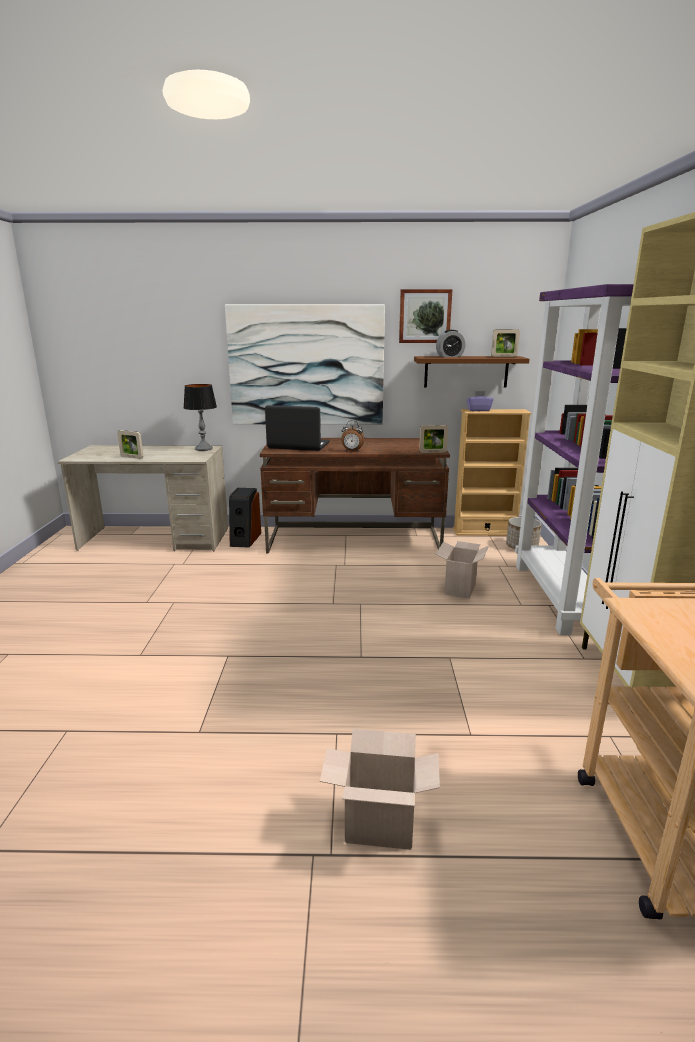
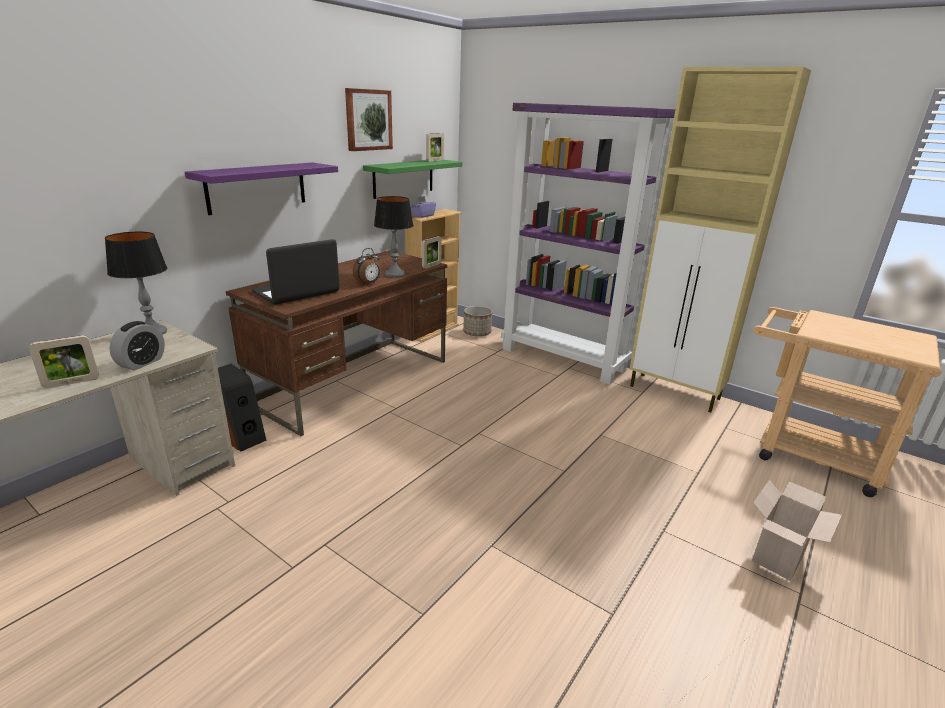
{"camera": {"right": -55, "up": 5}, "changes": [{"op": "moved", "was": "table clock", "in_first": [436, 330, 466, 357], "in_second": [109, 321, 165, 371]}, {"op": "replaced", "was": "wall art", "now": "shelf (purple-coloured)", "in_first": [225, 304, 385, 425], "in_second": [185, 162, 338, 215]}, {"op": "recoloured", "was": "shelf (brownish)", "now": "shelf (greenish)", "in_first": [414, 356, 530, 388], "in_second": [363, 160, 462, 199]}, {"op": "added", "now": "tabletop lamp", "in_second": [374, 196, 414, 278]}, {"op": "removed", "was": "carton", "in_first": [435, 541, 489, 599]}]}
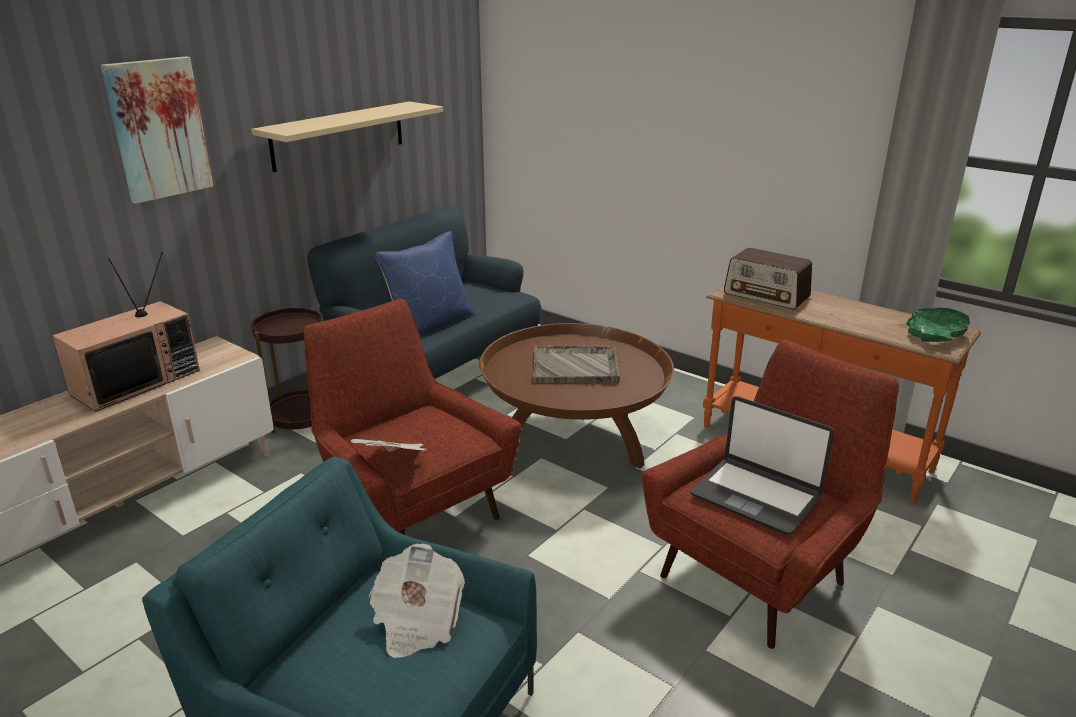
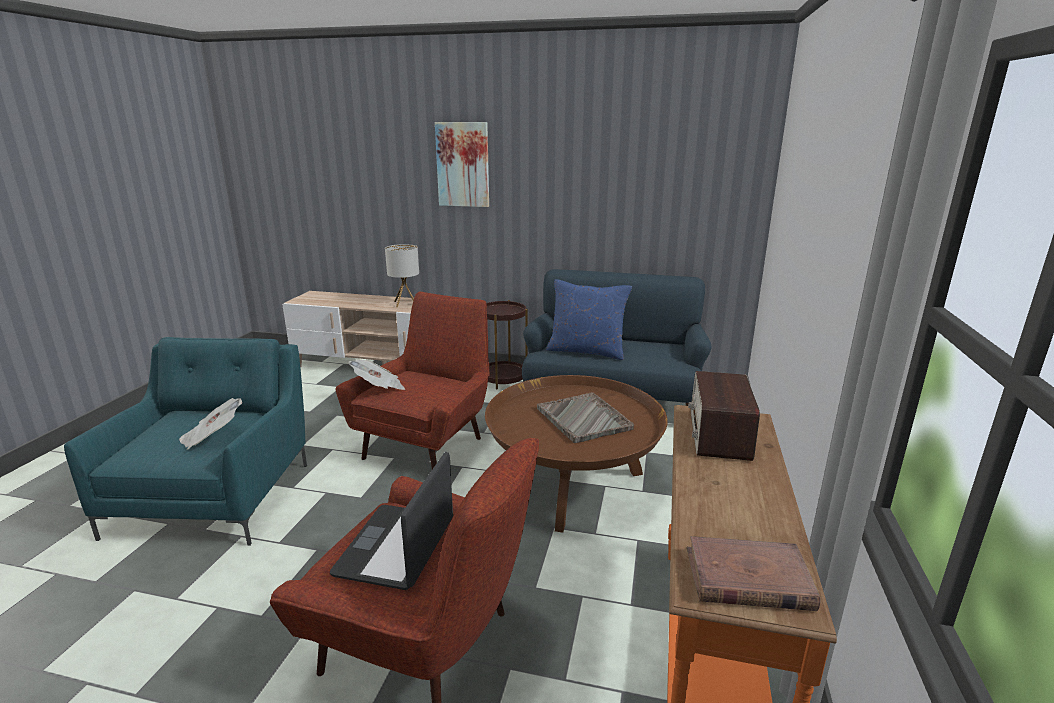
{"camera": {"right": 65, "up": -5}, "changes": [{"op": "replaced", "was": "TV", "now": "tabletop lamp", "in_first": [52, 252, 200, 412], "in_second": [385, 244, 419, 307]}, {"op": "replaced", "was": "bowl (greenish)", "now": "volume (brownish)", "in_first": [906, 308, 970, 342], "in_second": [687, 536, 820, 611]}, {"op": "removed", "was": "shelf (sand-coloured)", "in_first": [251, 101, 443, 172]}]}
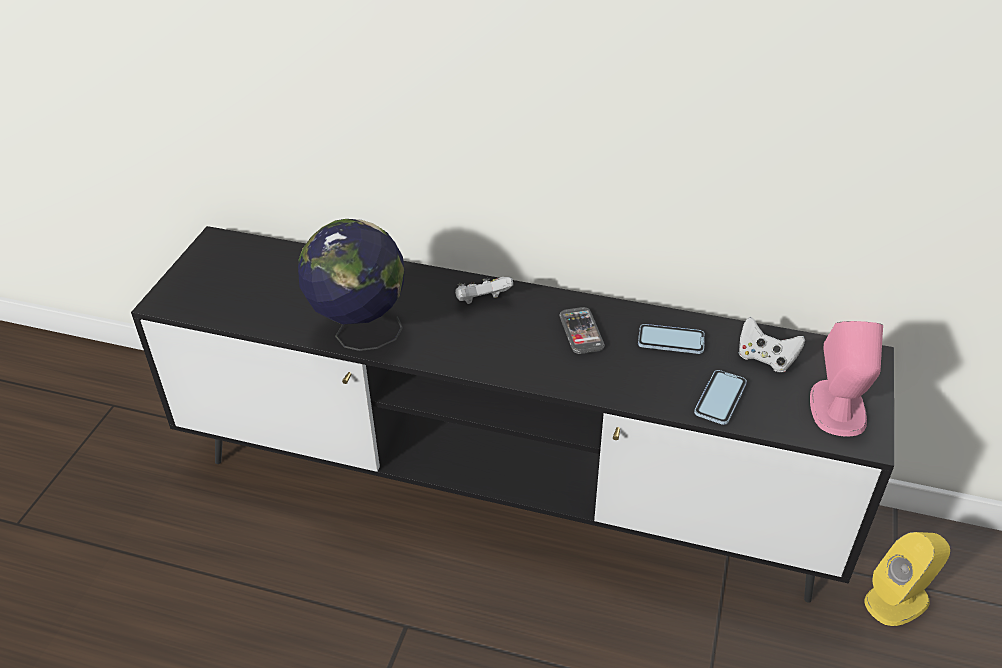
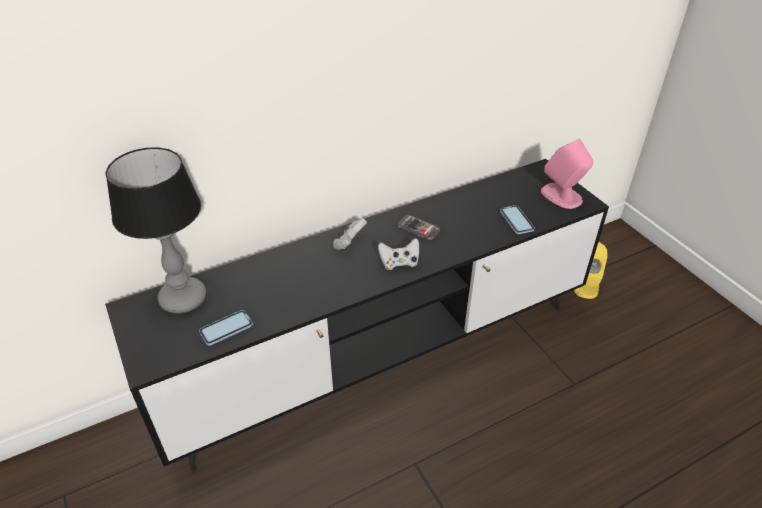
{"camera": {"right": -45, "up": 0}, "changes": [{"op": "added", "now": "tabletop lamp", "in_second": [105, 147, 206, 313]}, {"op": "moved", "was": "handset", "in_first": [638, 324, 705, 354], "in_second": [199, 310, 253, 346]}, {"op": "moved", "was": "game controller (white-coloured)", "in_first": [738, 316, 805, 372], "in_second": [378, 238, 419, 270]}, {"op": "removed", "was": "globe", "in_first": [298, 219, 404, 351]}]}
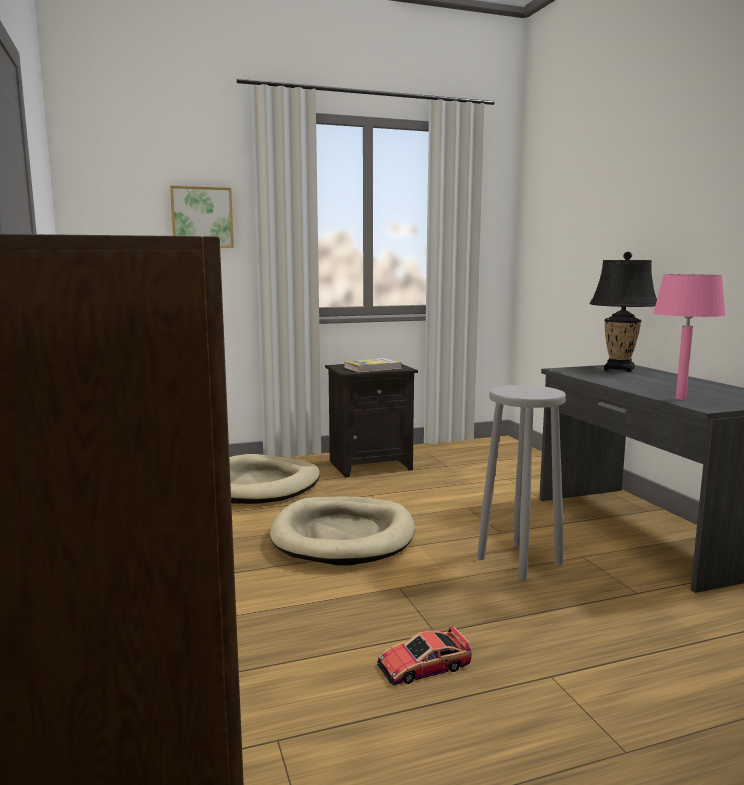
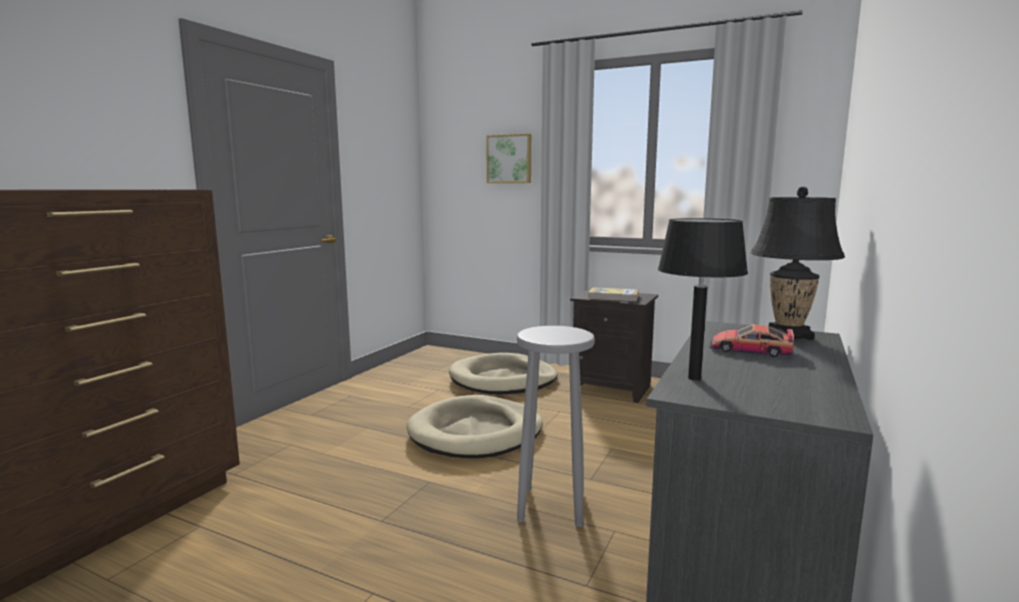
{"camera": {"right": 45, "up": 0}, "changes": [{"op": "recoloured", "was": "tabletop lamp (pink)", "now": "tabletop lamp (black-coloured)", "in_first": [653, 274, 726, 400], "in_second": [658, 218, 748, 381]}, {"op": "moved", "was": "toy car", "in_first": [377, 627, 472, 685], "in_second": [709, 324, 794, 357]}]}
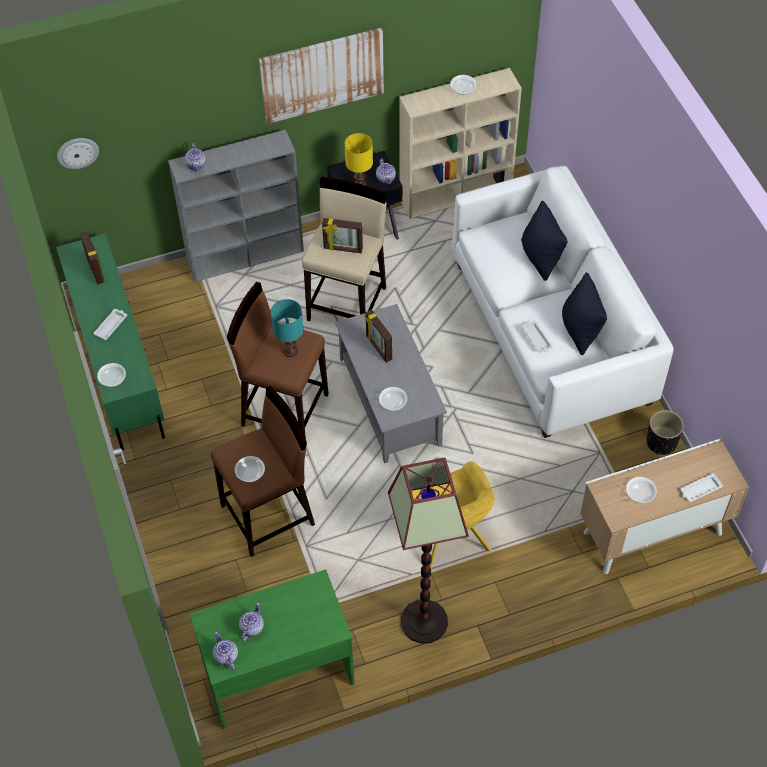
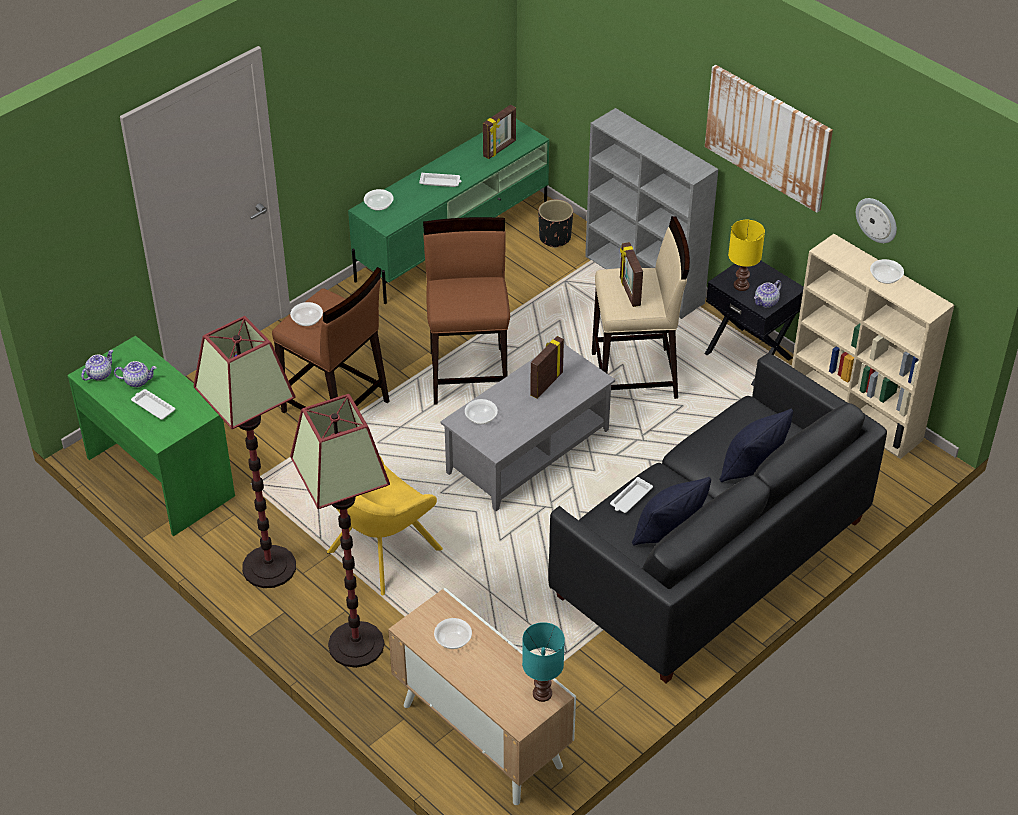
{"camera": {"right": 65, "up": -10}, "changes": [{"op": "moved", "was": "carrying tray (white-coloured)", "in_first": [680, 473, 723, 502], "in_second": [131, 389, 175, 420]}, {"op": "added", "now": "standard lamp", "in_second": [290, 394, 390, 668]}, {"op": "moved", "was": "tabletop lamp (turquoise-coloured)", "in_first": [271, 299, 303, 357], "in_second": [522, 622, 565, 702]}, {"op": "moved", "was": "plant pot (black-coloured)", "in_first": [646, 410, 684, 455], "in_second": [538, 200, 573, 248]}, {"op": "recoloured", "was": "sofa (white-coloured)", "now": "sofa (black-coloured)", "in_first": [452, 166, 673, 438], "in_second": [548, 354, 887, 683]}, {"op": "moved", "was": "wall clock", "in_first": [57, 138, 99, 169], "in_second": [856, 198, 897, 243]}, {"op": "removed", "was": "pot for tea", "in_first": [185, 143, 206, 172]}]}
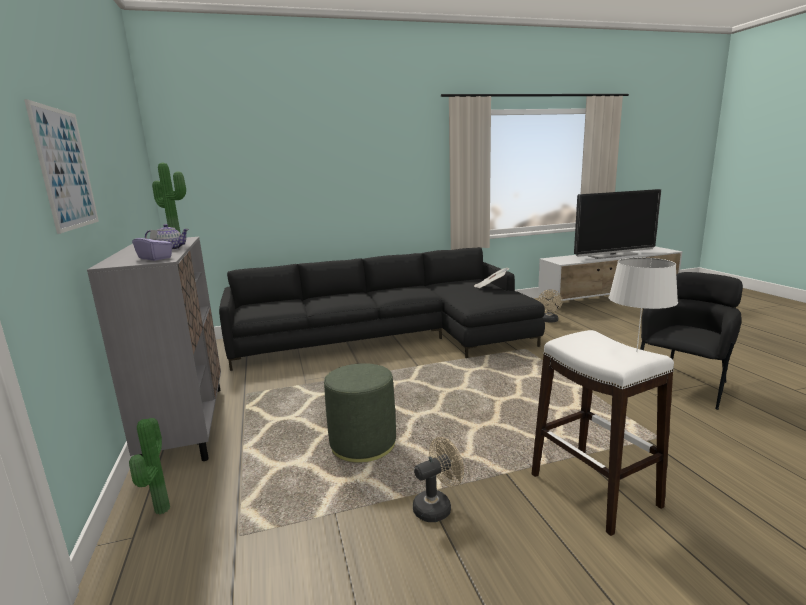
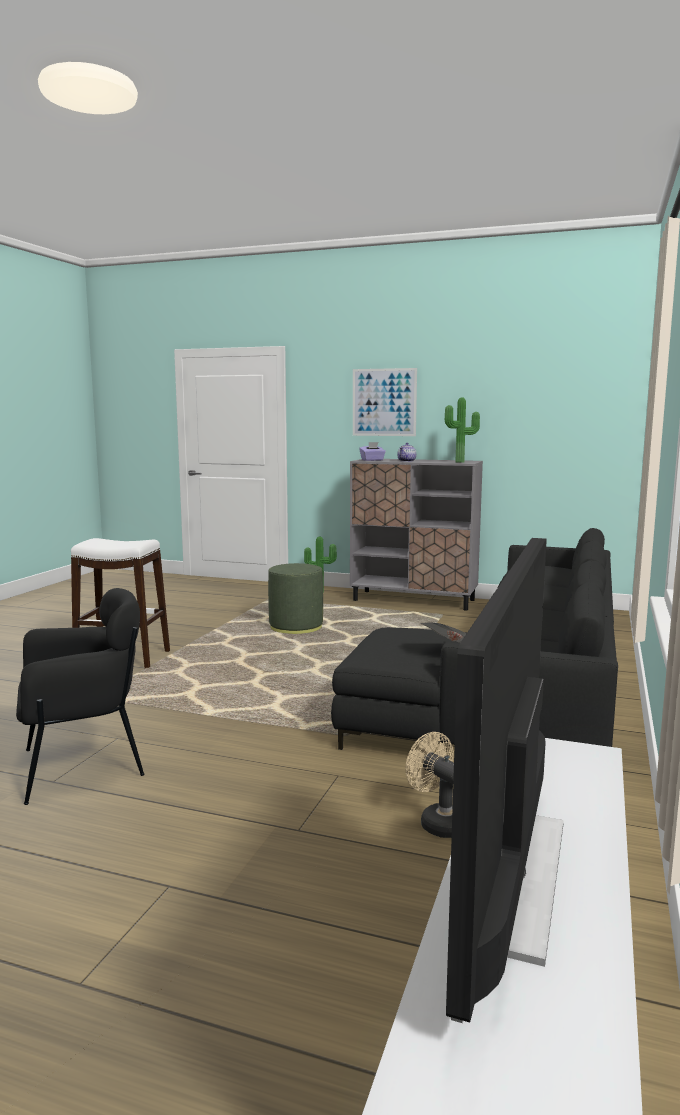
{"camera": {"right": 125, "up": -5}, "changes": [{"op": "turned", "was": "armchair (black-coloured)", "in_first": [640, 272, 743, 410], "in_second": [16, 588, 144, 805], "clockwise": -105}, {"op": "removed", "was": "fan (sand-coloured)", "in_first": [413, 437, 464, 522]}, {"op": "removed", "was": "tabletop lamp (white-coloured)", "in_first": [609, 258, 678, 351]}]}
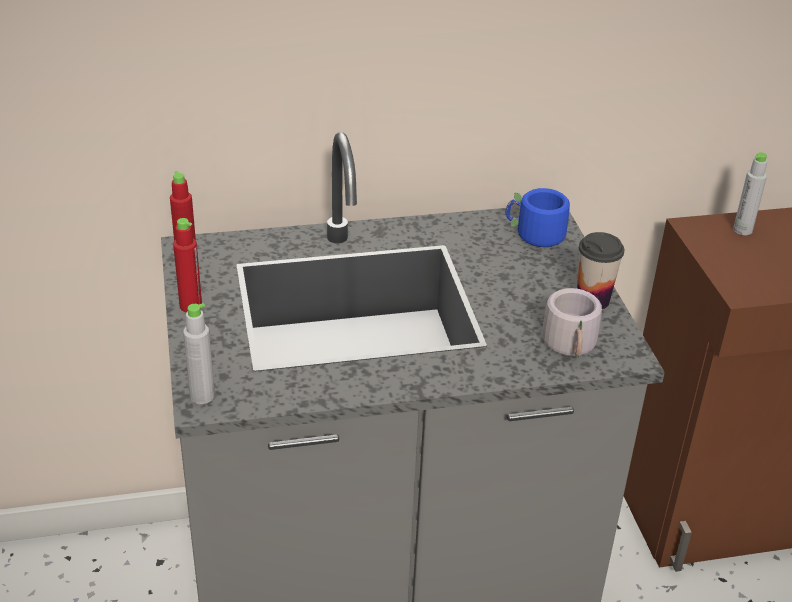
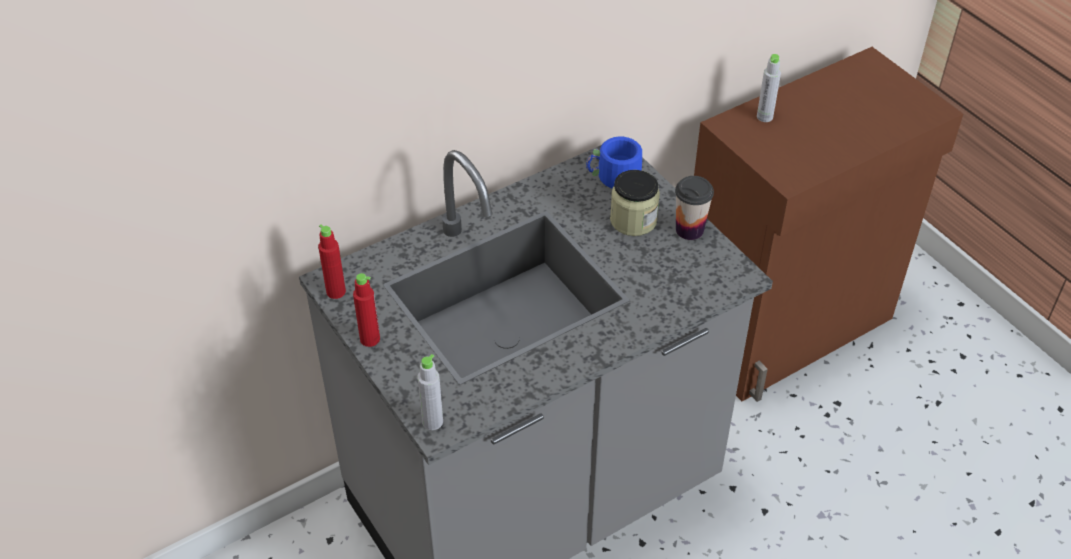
{"camera": {"right": -20, "up": 10}, "changes": [{"op": "added", "now": "storage jar", "in_second": [610, 170, 660, 236]}, {"op": "removed", "was": "tea mug (greyish)", "in_first": [542, 288, 602, 358]}]}
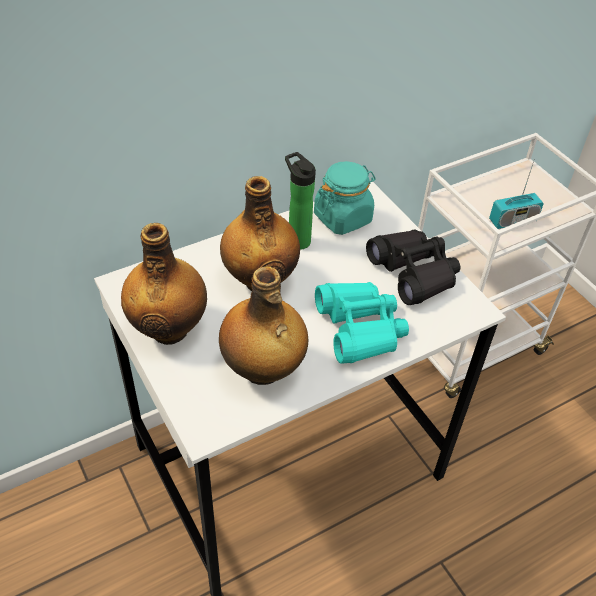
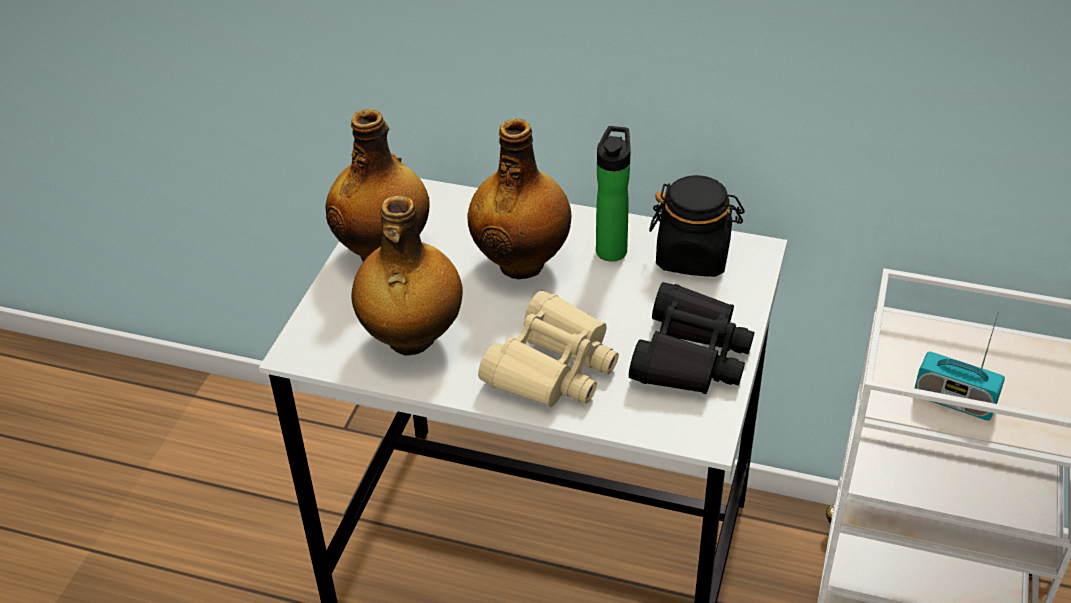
{"camera": {"right": 50, "up": -5}, "changes": [{"op": "recoloured", "was": "pair of binoculars (turquoise-coloured)", "now": "pair of binoculars (sand-coloured)", "in_first": [315, 282, 409, 364], "in_second": [478, 290, 619, 407]}, {"op": "recoloured", "was": "storage jar (turquoise-coloured)", "now": "storage jar (black-coloured)", "in_first": [314, 161, 376, 235], "in_second": [649, 175, 745, 277]}]}
